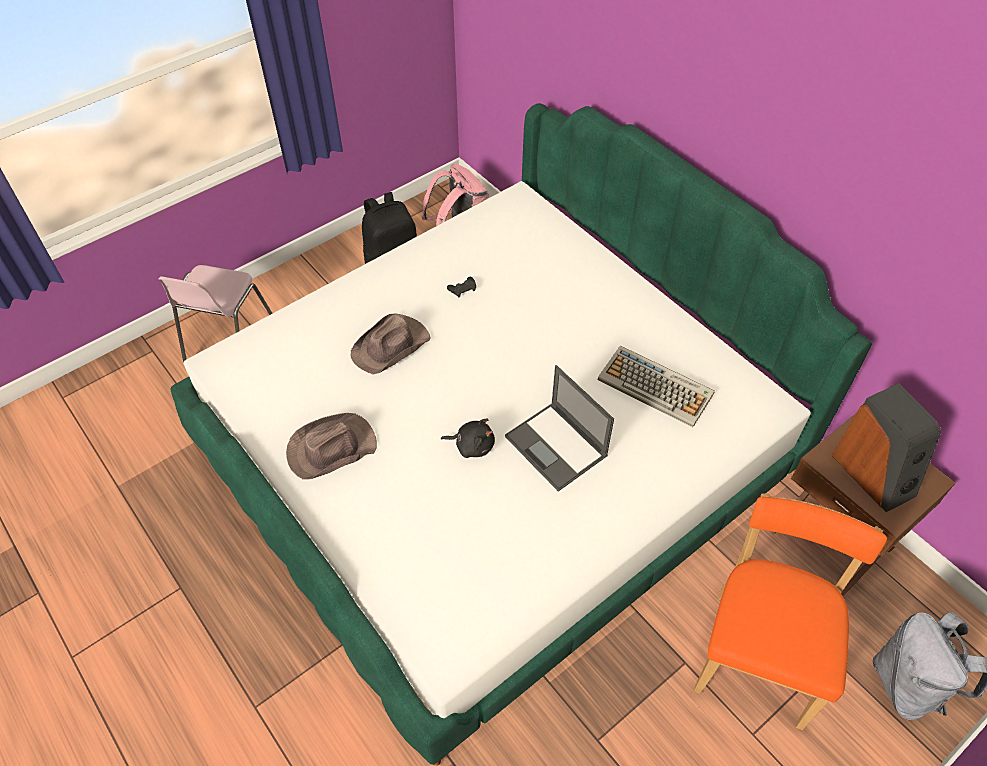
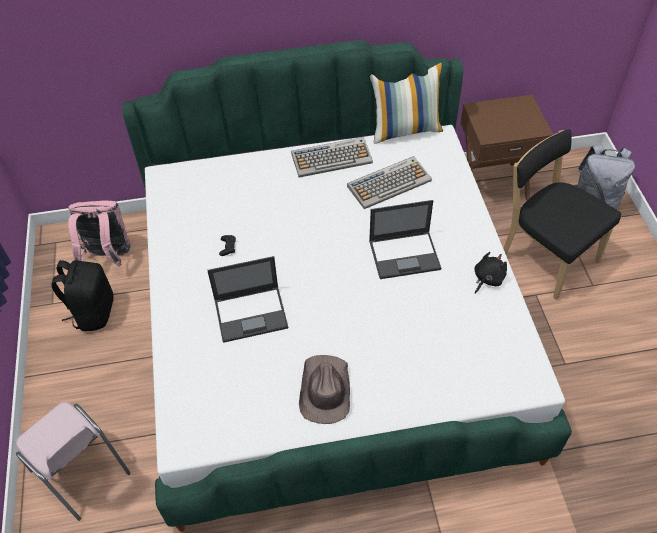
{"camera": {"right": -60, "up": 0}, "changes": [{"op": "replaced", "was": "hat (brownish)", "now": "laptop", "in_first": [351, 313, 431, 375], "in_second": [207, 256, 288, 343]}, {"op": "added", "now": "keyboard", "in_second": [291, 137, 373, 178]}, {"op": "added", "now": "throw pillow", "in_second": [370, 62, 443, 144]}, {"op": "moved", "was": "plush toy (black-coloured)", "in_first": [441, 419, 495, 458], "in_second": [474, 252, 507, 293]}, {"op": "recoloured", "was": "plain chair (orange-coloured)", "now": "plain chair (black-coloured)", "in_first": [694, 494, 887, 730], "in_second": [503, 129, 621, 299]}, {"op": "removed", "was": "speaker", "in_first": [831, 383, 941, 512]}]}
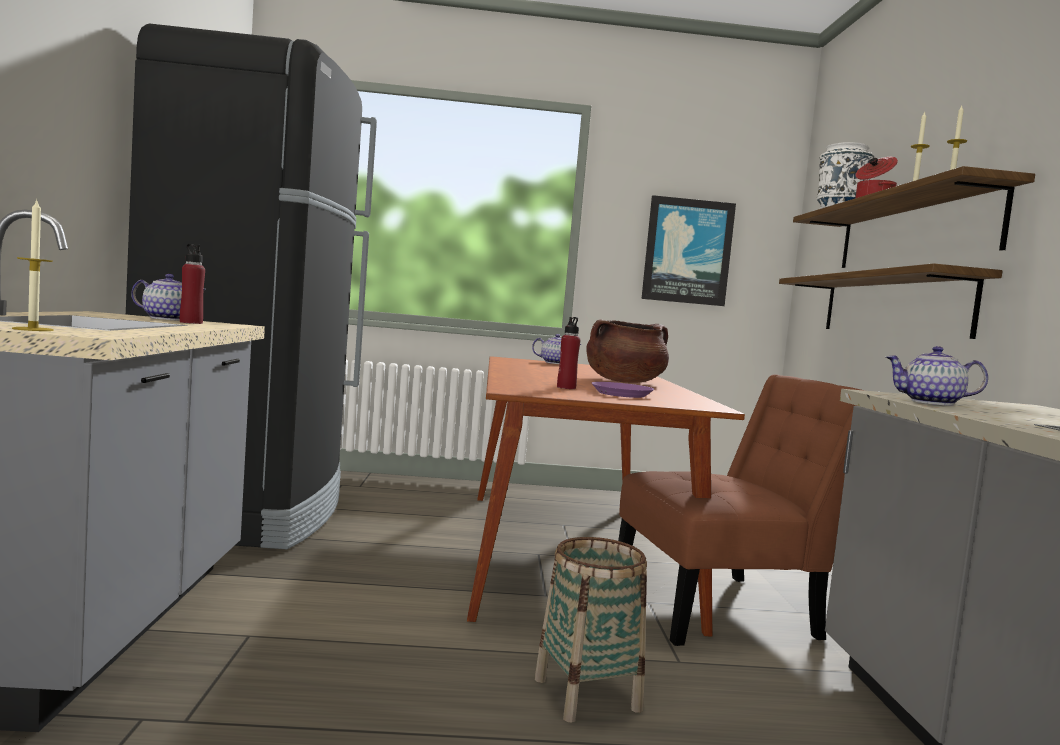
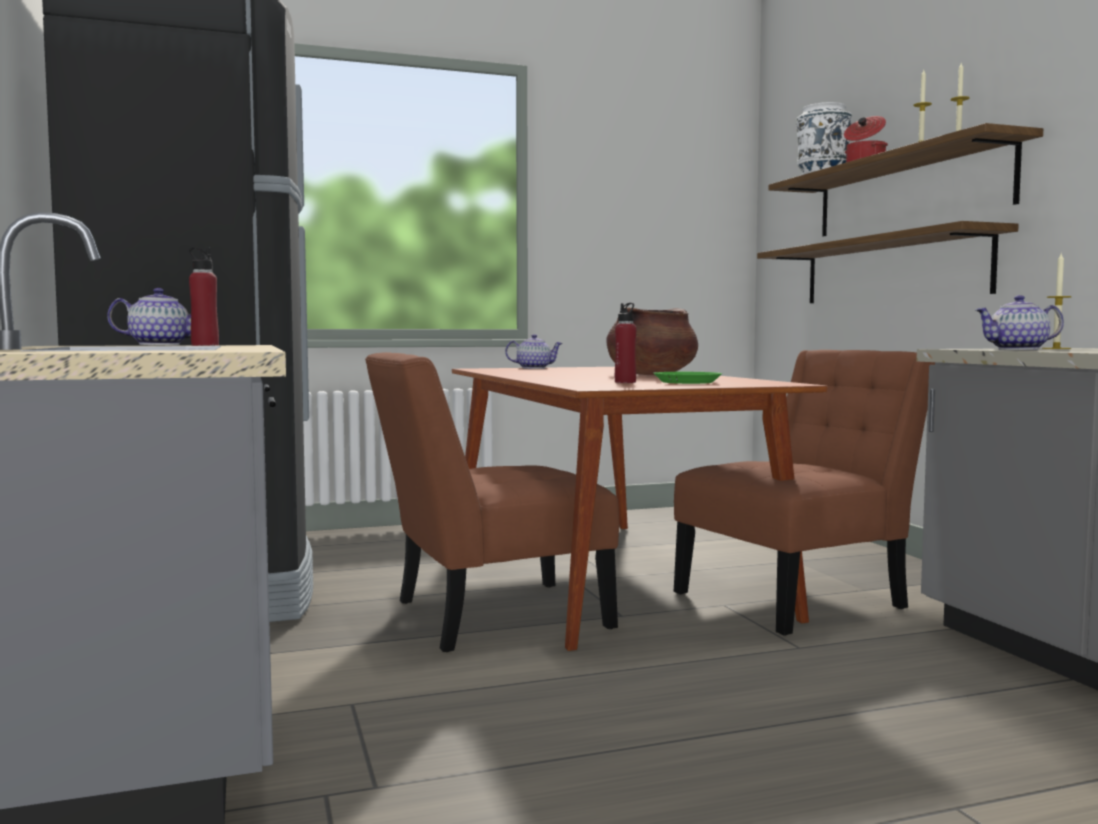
{"camera": {"right": -15, "up": 0}, "changes": [{"op": "added", "now": "plain chair (brownish)", "in_second": [365, 352, 619, 652]}, {"op": "recoloured", "was": "plate (purple-coloured)", "now": "plate (greenish)", "in_first": [592, 382, 654, 398], "in_second": [654, 372, 722, 384]}, {"op": "moved", "was": "wax light", "in_first": [12, 199, 54, 331], "in_second": [1042, 253, 1072, 349]}, {"op": "removed", "was": "basket", "in_first": [535, 537, 647, 723]}, {"op": "removed", "was": "wall art", "in_first": [641, 195, 736, 306]}]}
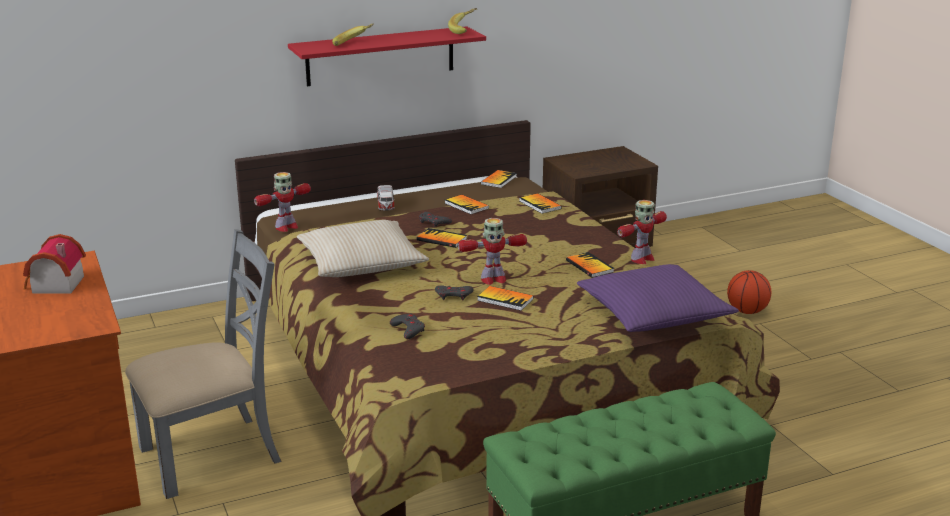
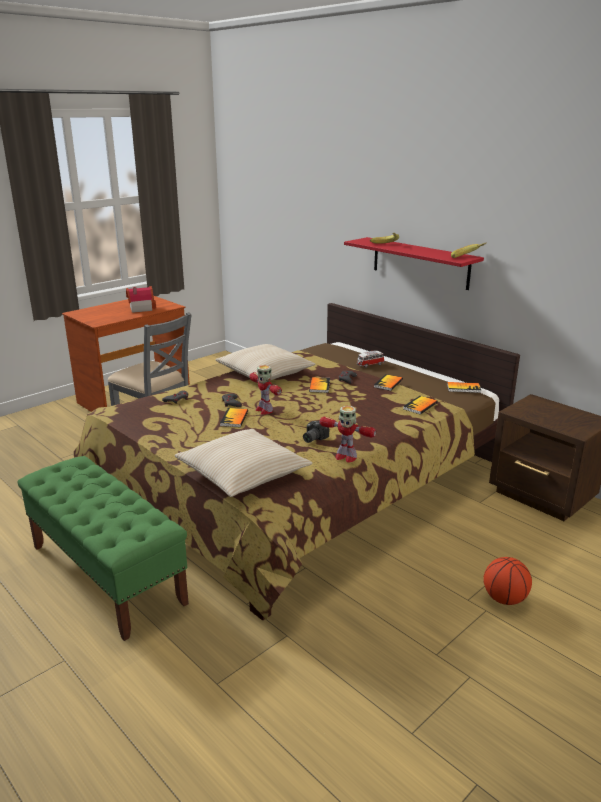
{"camera": {"right": 70, "up": 0}, "changes": [{"op": "recoloured", "was": "throw pillow (purple-coloured)", "now": "throw pillow (sand-coloured)", "in_first": [577, 264, 739, 332], "in_second": [175, 429, 312, 497]}, {"op": "replaced", "was": "volume", "now": "still camera", "in_first": [566, 252, 614, 278], "in_second": [303, 421, 329, 443]}, {"op": "removed", "was": "robot figure", "in_first": [254, 172, 311, 232]}]}
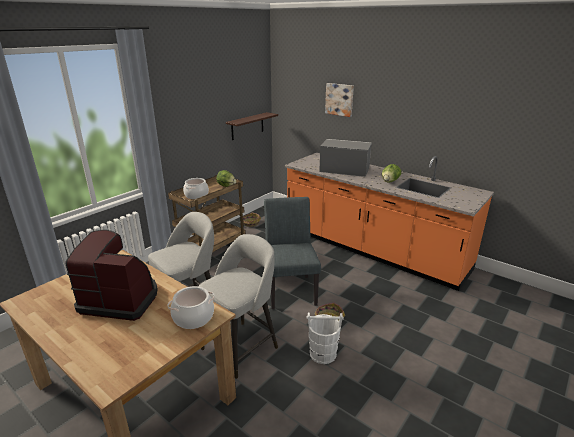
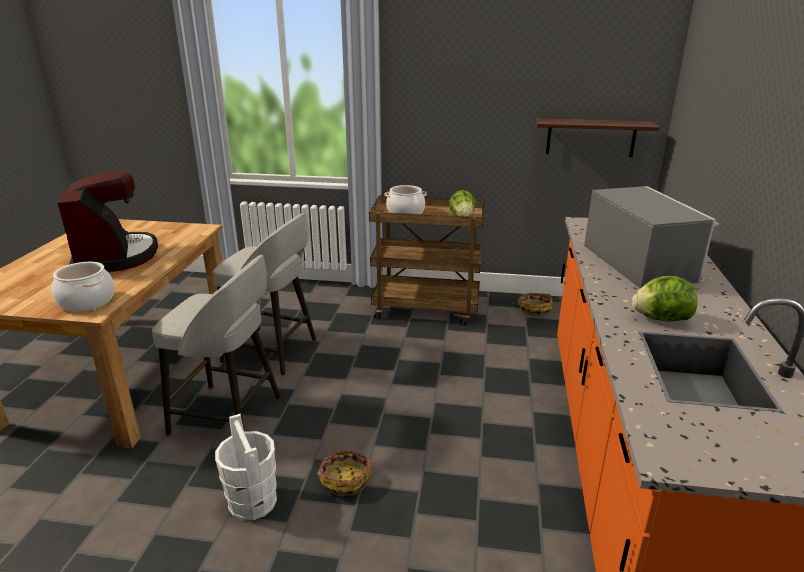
{"camera": {"right": 60, "up": 0}, "changes": [{"op": "removed", "was": "plain chair (greyish)", "in_first": [264, 197, 321, 309]}, {"op": "removed", "was": "wall art", "in_first": [325, 83, 354, 117]}]}
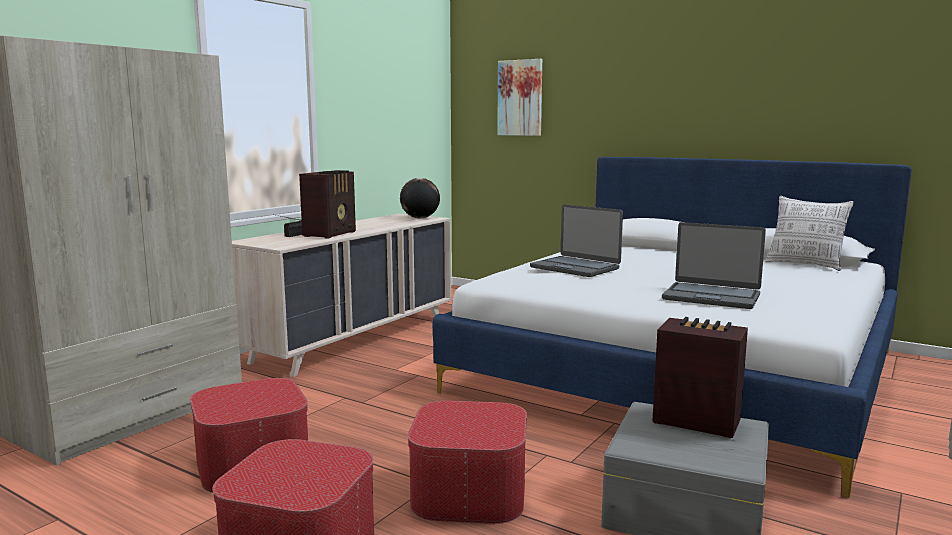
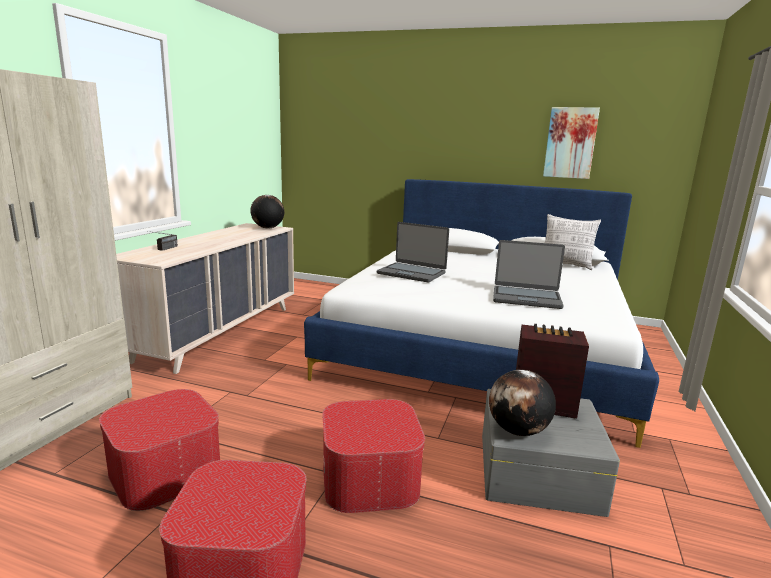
{"camera": {"right": -15, "up": 5}, "changes": [{"op": "added", "now": "globe", "in_second": [489, 369, 556, 436]}, {"op": "moved", "was": "wall art", "in_first": [497, 59, 542, 136], "in_second": [543, 107, 600, 179]}, {"op": "removed", "was": "radio set", "in_first": [299, 170, 356, 239]}]}
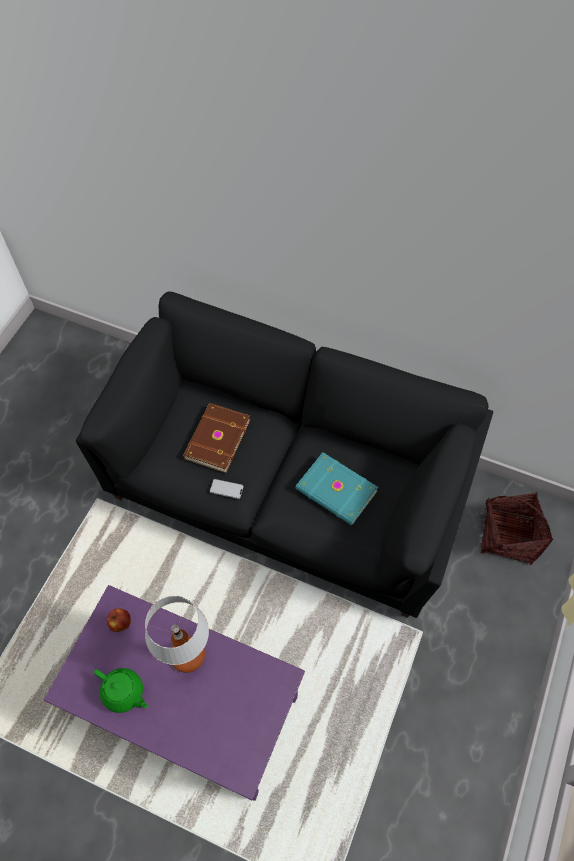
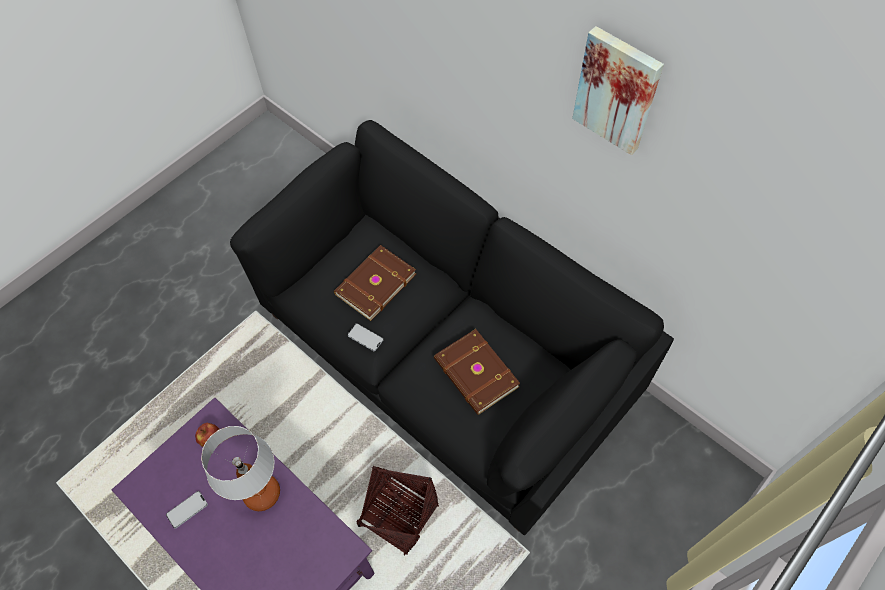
{"camera": {"right": 20, "up": 0}, "changes": [{"op": "replaced", "was": "pot for tea (greenish)", "now": "handset", "in_first": [94, 668, 148, 713], "in_second": [166, 491, 208, 529]}, {"op": "moved", "was": "basket", "in_first": [481, 492, 553, 565], "in_second": [357, 466, 439, 555]}, {"op": "recoloured", "was": "volume (turquoise-coloured)", "now": "volume (brownish)", "in_first": [295, 452, 378, 526], "in_second": [434, 329, 520, 415]}, {"op": "added", "now": "wall art", "in_second": [572, 26, 664, 155]}]}
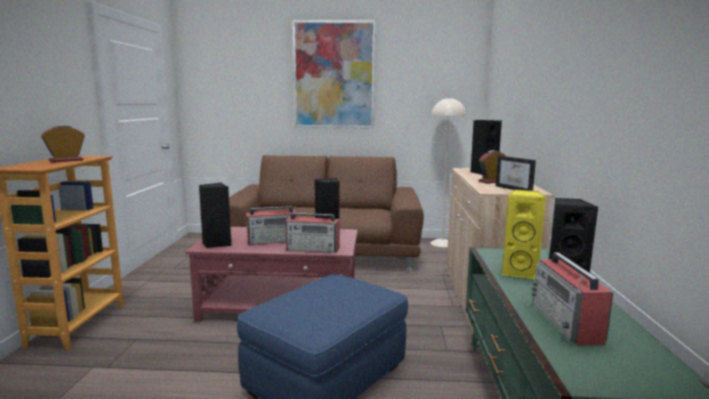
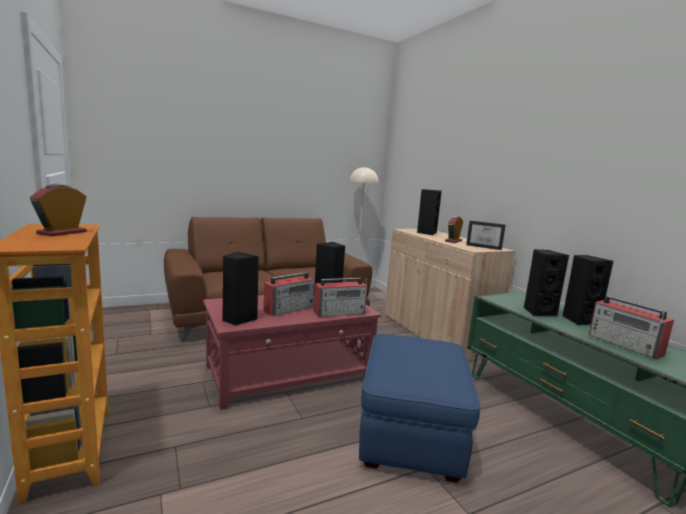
{"camera": {"right": -30, "up": 0}, "changes": [{"op": "recoloured", "was": "speaker (yellow-coloured)", "now": "speaker (black-coloured)", "in_first": [502, 190, 546, 279], "in_second": [524, 249, 569, 317]}, {"op": "removed", "was": "wall art", "in_first": [293, 20, 375, 128]}]}
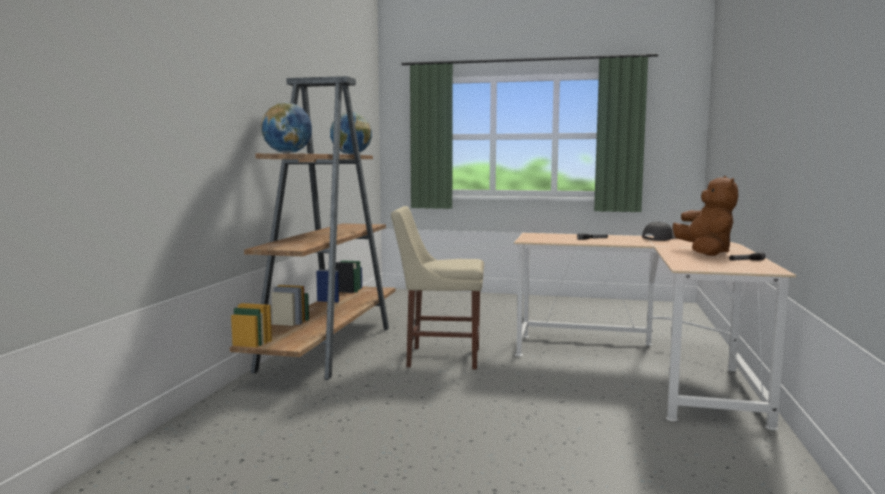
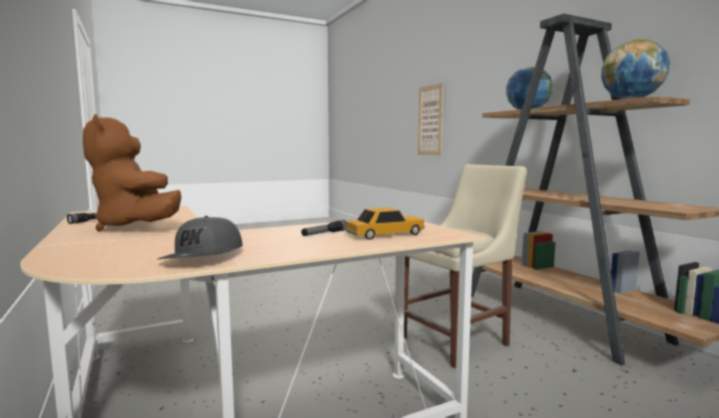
{"camera": {"right": 140, "up": 0}, "changes": [{"op": "added", "now": "toy car", "in_second": [344, 208, 425, 240]}, {"op": "added", "now": "wall art", "in_second": [418, 83, 443, 155]}]}
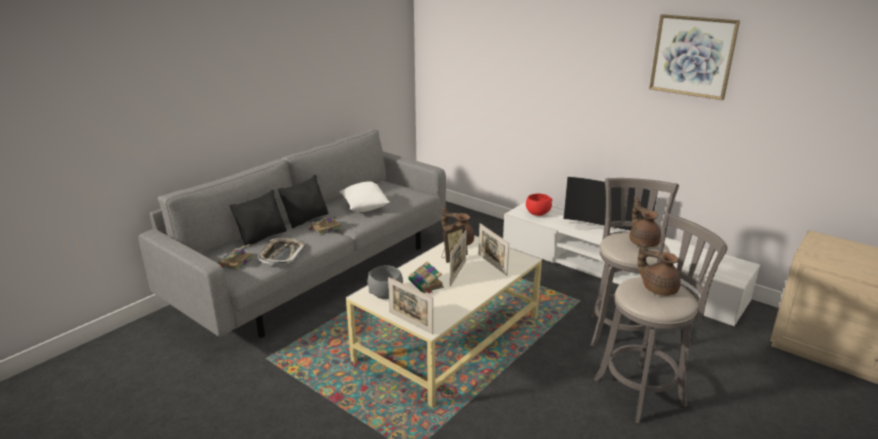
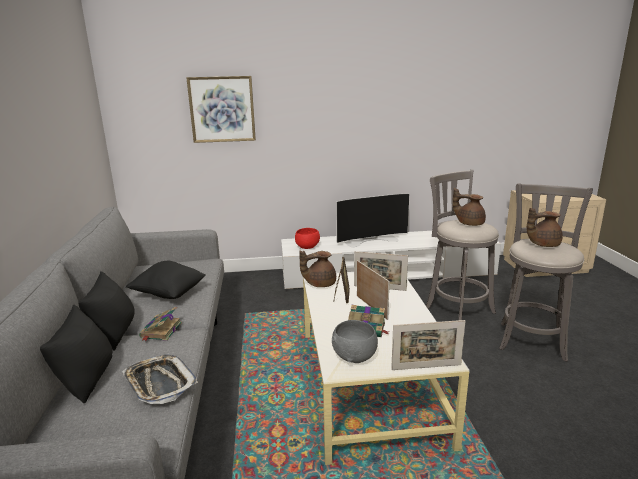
{"camera": {"right": -45, "up": -5}, "changes": [{"op": "recoloured", "was": "throw pillow (white-coloured)", "now": "throw pillow (black-coloured)", "in_first": [339, 181, 389, 212], "in_second": [126, 261, 206, 299]}, {"op": "moved", "was": "wall art", "in_first": [649, 14, 740, 100], "in_second": [186, 76, 256, 143]}, {"op": "removed", "was": "volume", "in_first": [218, 244, 254, 270]}]}
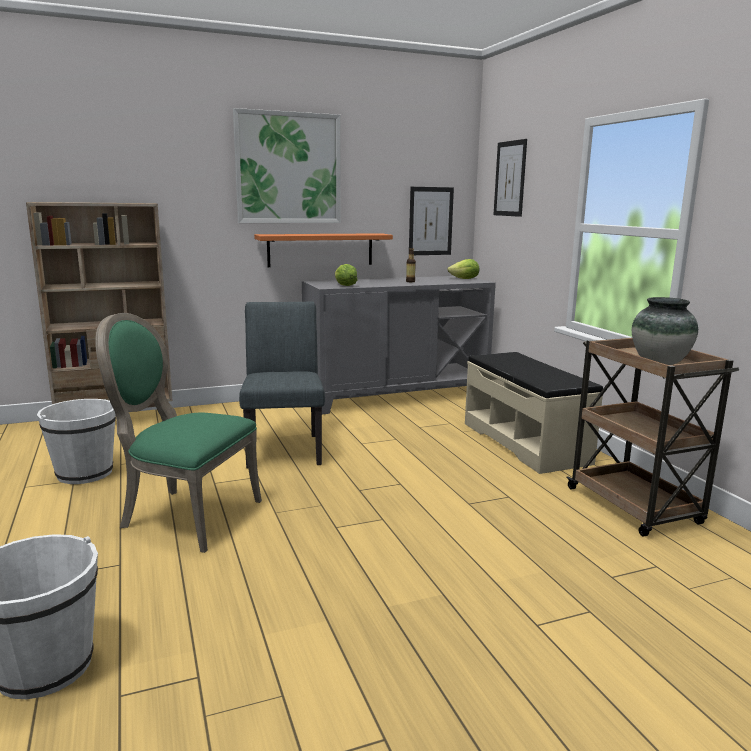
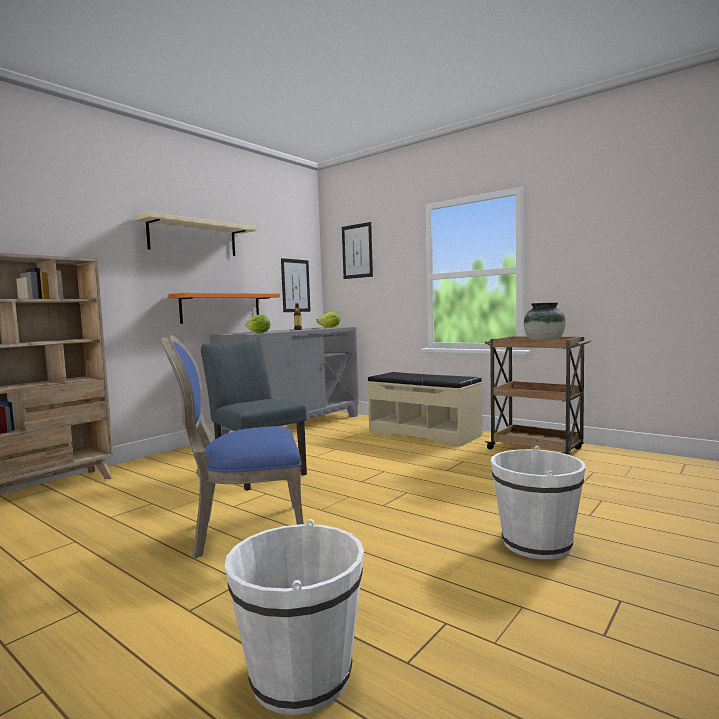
{"camera": {"right": -30, "up": -10}, "changes": [{"op": "replaced", "was": "wall art", "now": "shelf (sand-coloured)", "in_first": [233, 108, 341, 223], "in_second": [134, 212, 257, 256]}, {"op": "recoloured", "was": "plain chair (greenish)", "now": "plain chair (bluish)", "in_first": [95, 313, 262, 553], "in_second": [161, 335, 304, 559]}, {"op": "moved", "was": "pail (white-coloured)", "in_first": [37, 399, 116, 484], "in_second": [491, 446, 586, 559]}]}
